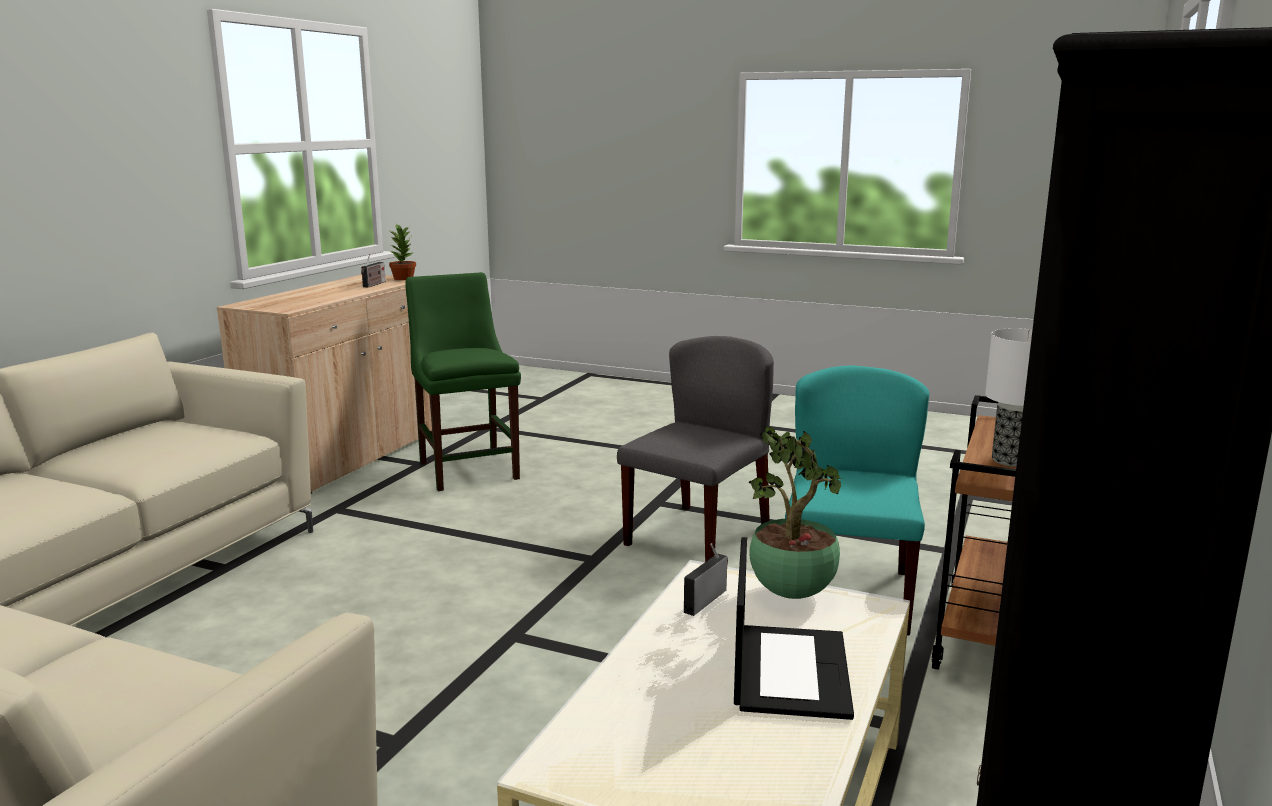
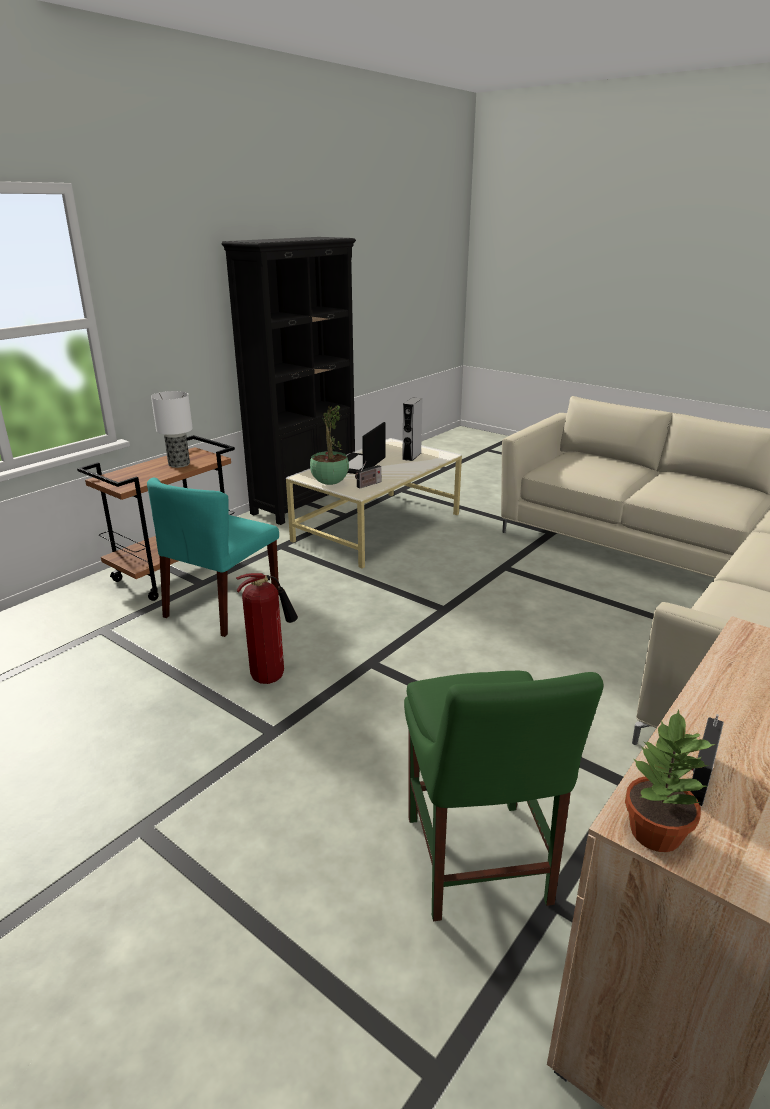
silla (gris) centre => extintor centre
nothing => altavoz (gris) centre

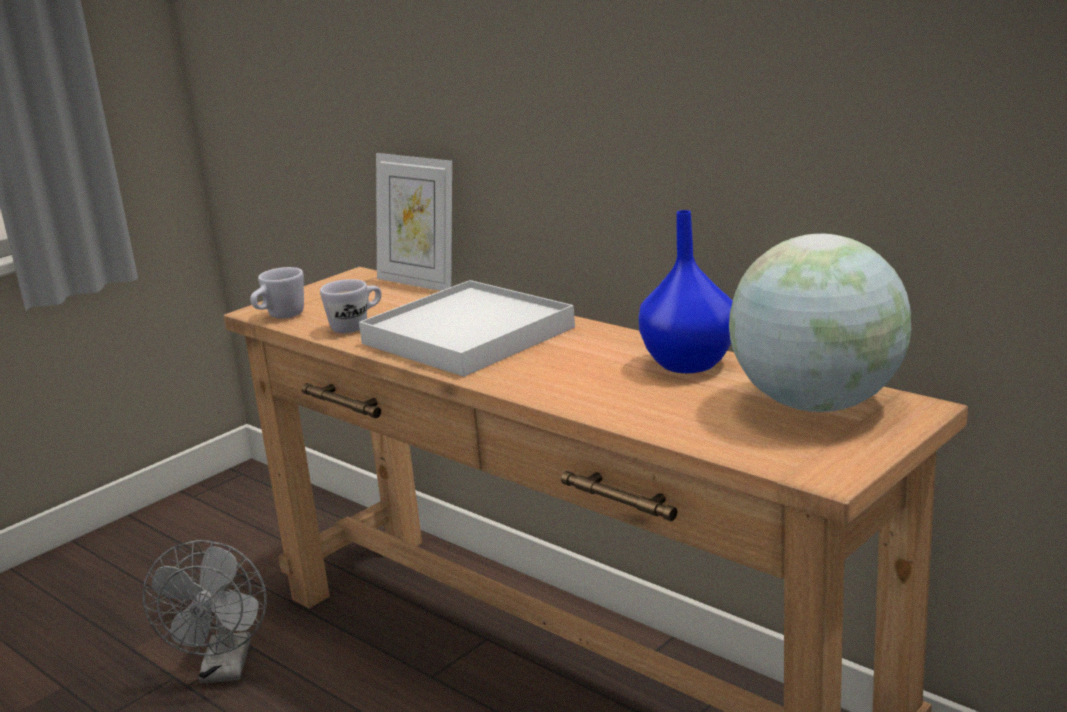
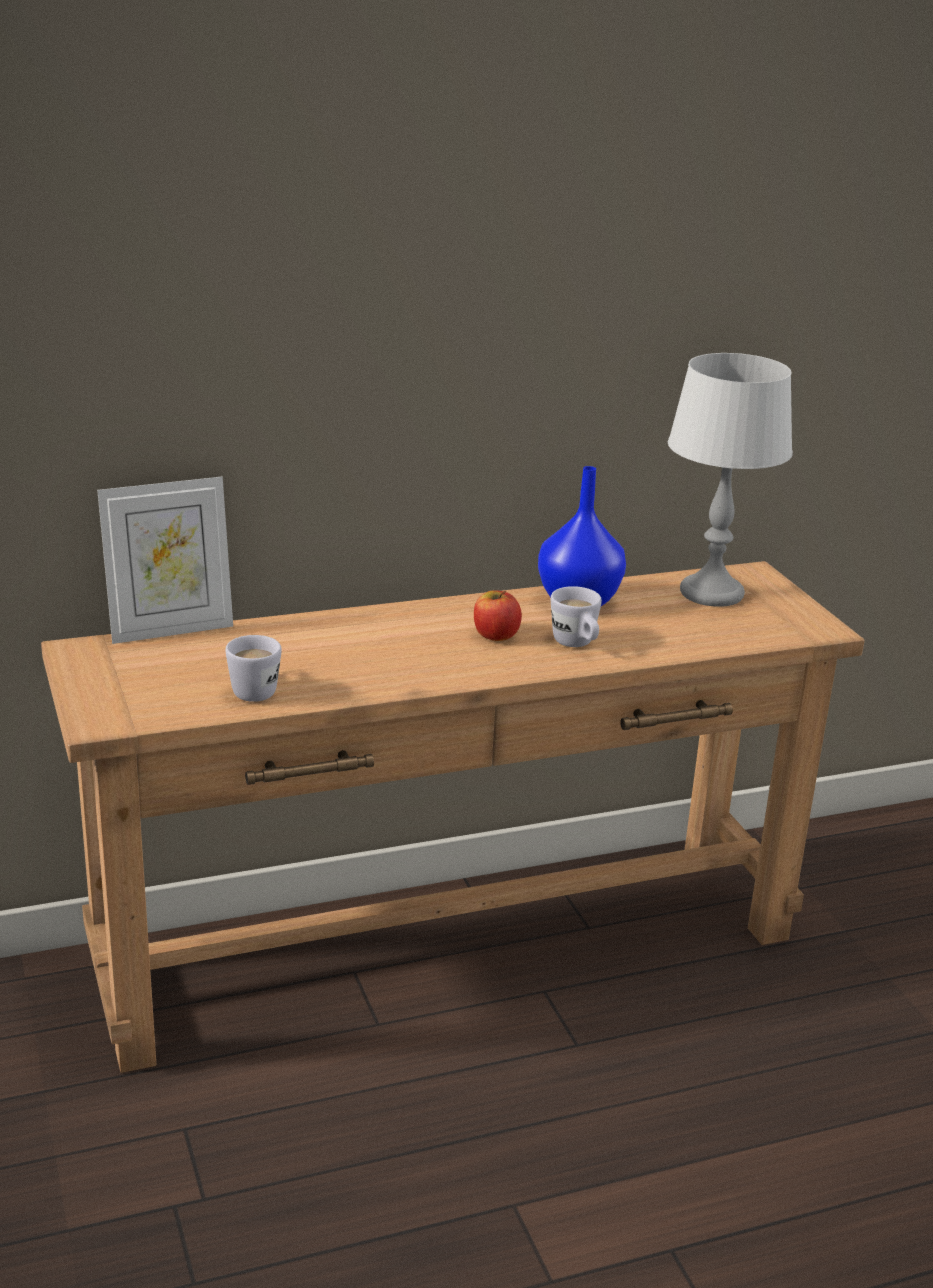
nothing => manzana centre
taza grande (blanco) (no. 1 from left in the first image) middle left => taza grande (blanco) (no. 2 from left) centre, shifted
globo terráqueo middle right => lámpara de mesa (gris) middle right
ventilador (gris) bottom left => nothing
bandeja (blanco) centre => nothing

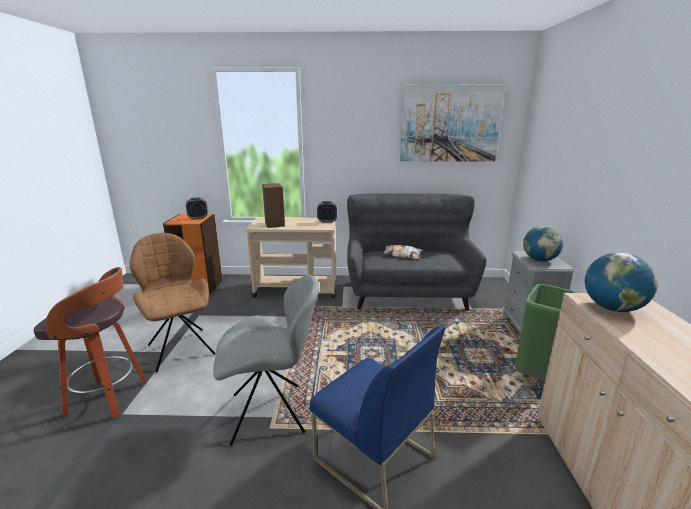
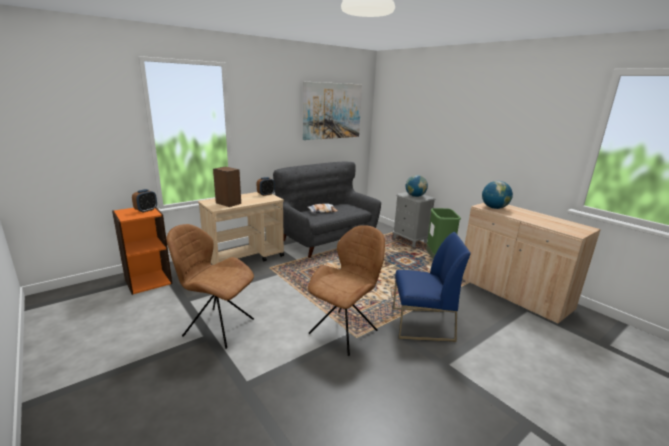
silla (gris) bottom centre => silla (marrón) (no. 2 from left) centre
taburete bottom left => nothing

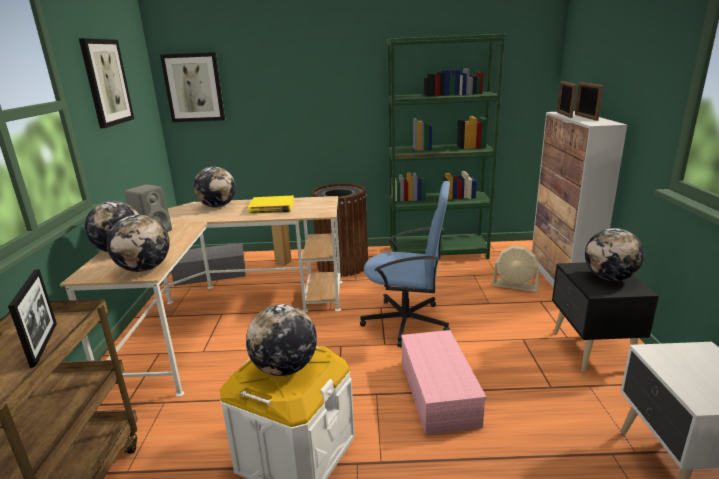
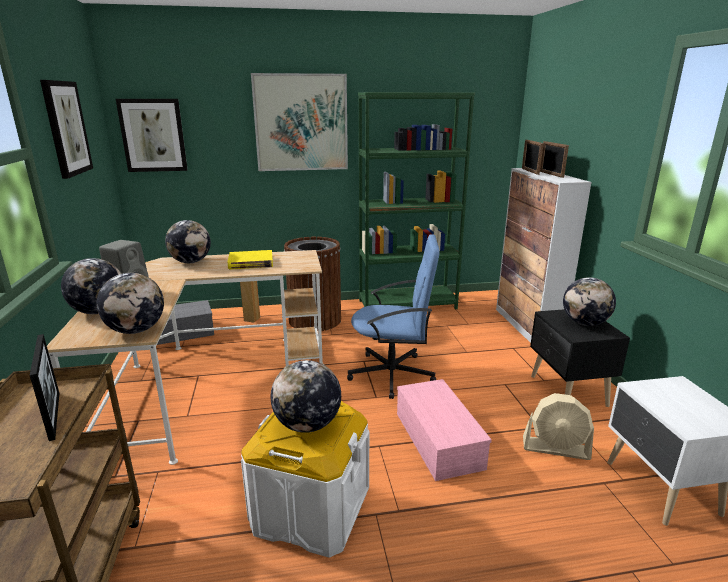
nothing => cuadro (no. 3 from left) top centre
ventilador (beis) middle right => ventilador (beis) bottom right, shifted

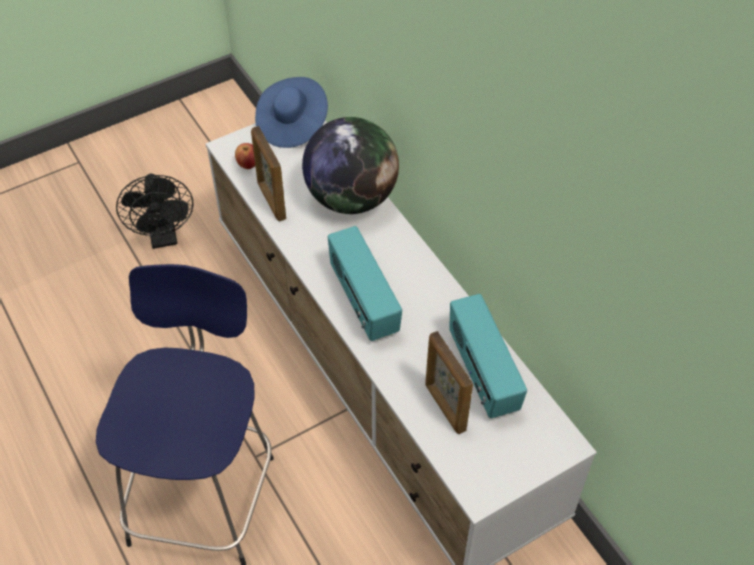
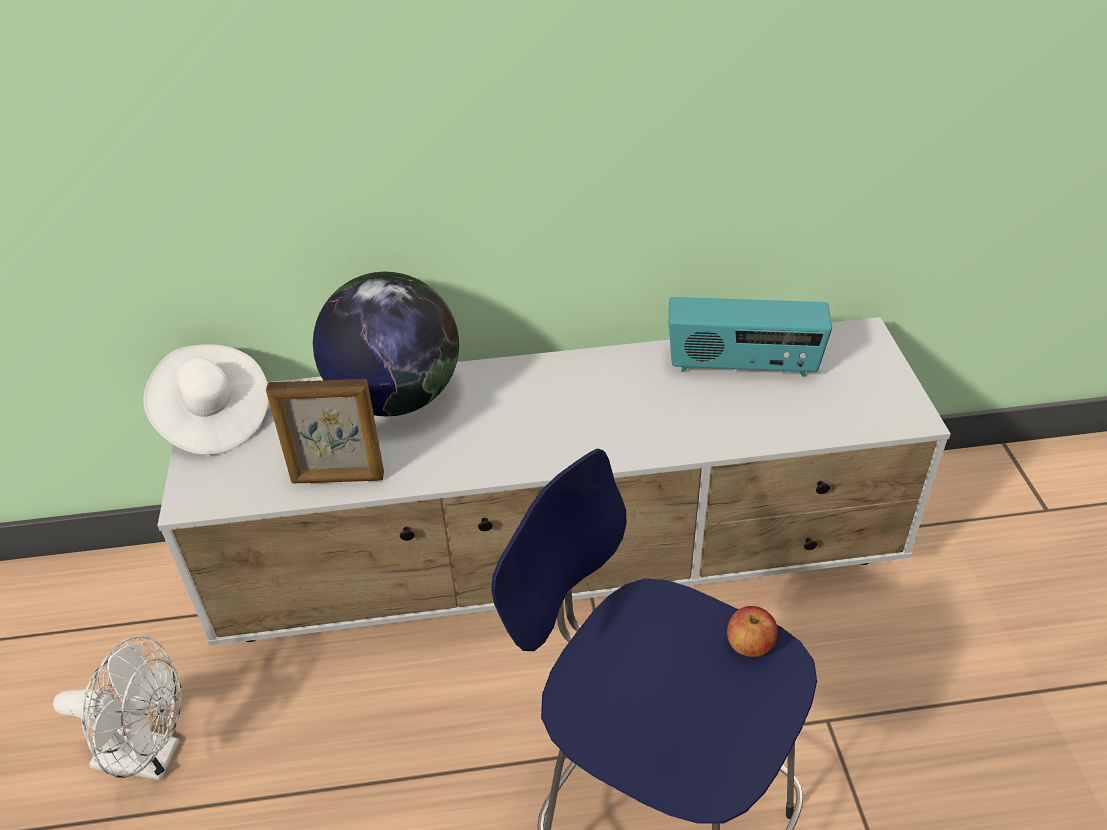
ventilador (negro) middle left => ventilador (blanco) bottom left
sombrero (azul) top centre => sombrero (blanco) middle left
manzana top left => manzana bottom right, shifted
radio (no. 1 from left) centre => nothing
portarretratos (no. 2 from left) bottom centre => nothing

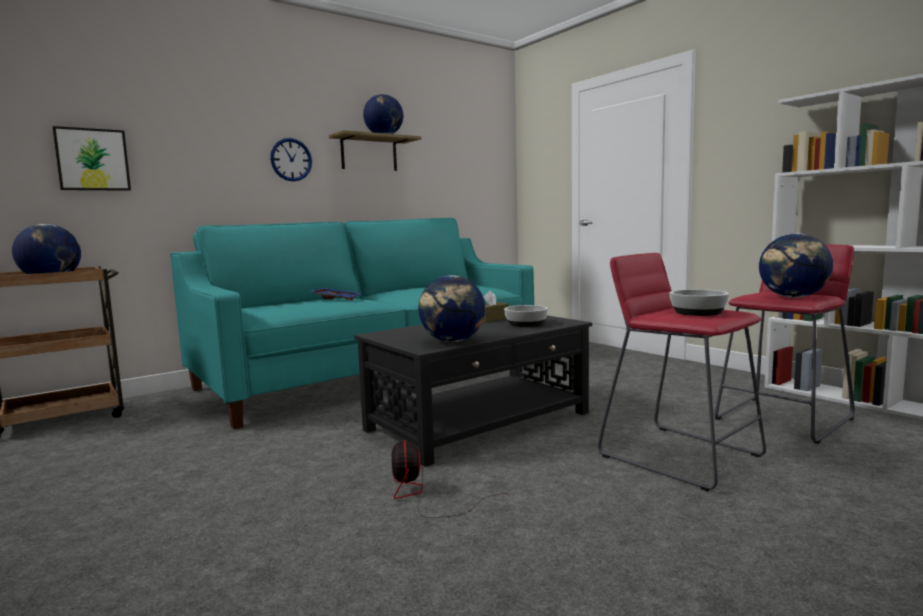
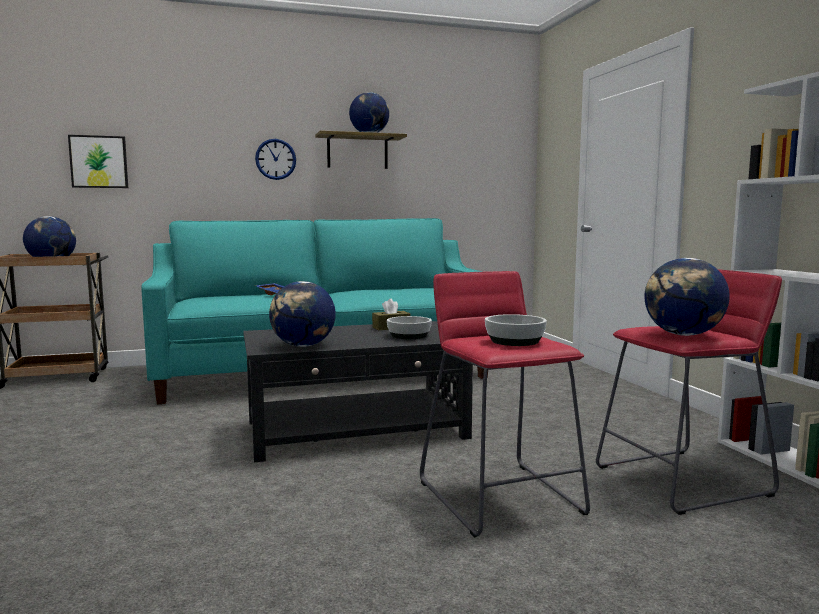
ventilador bottom centre => nothing

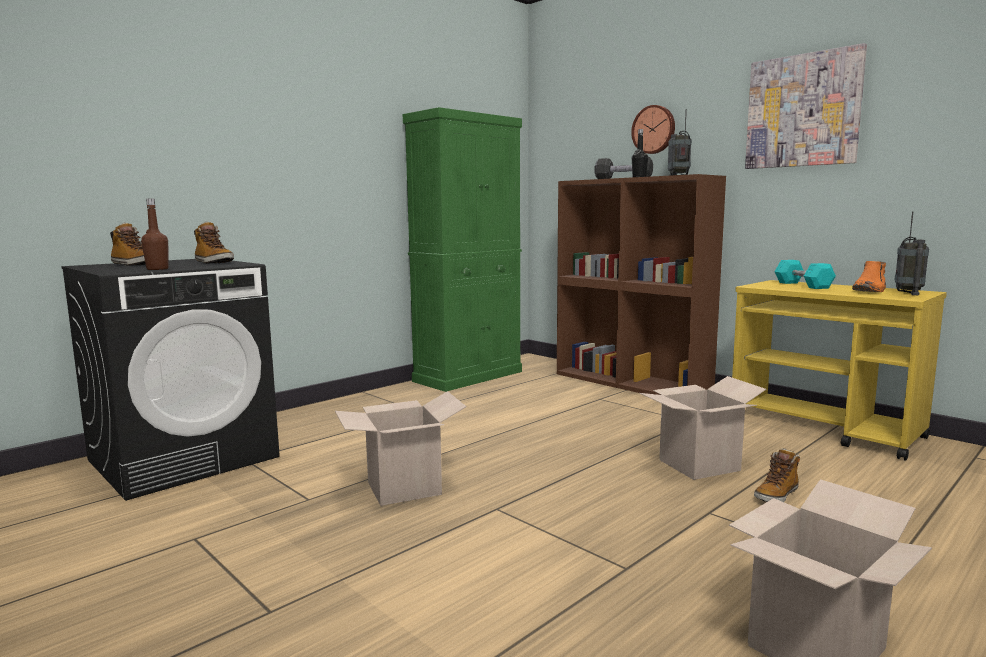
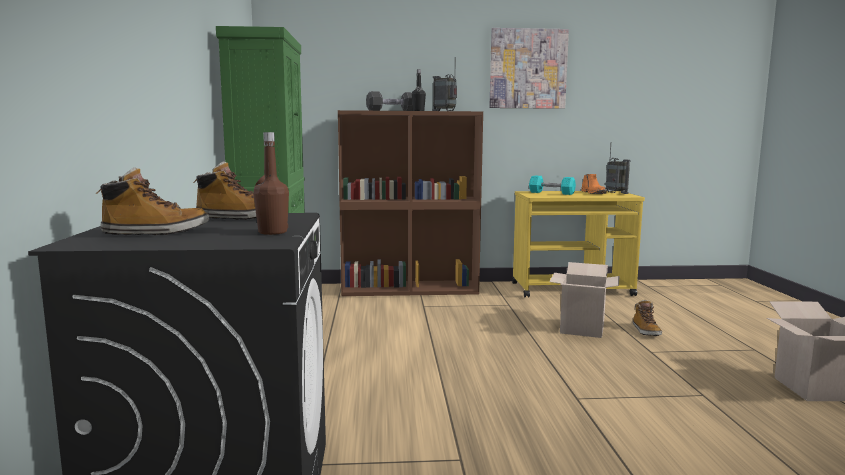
caja de cartón (no. 1 from left) bottom centre => nothing
reloj de pared top centre => nothing

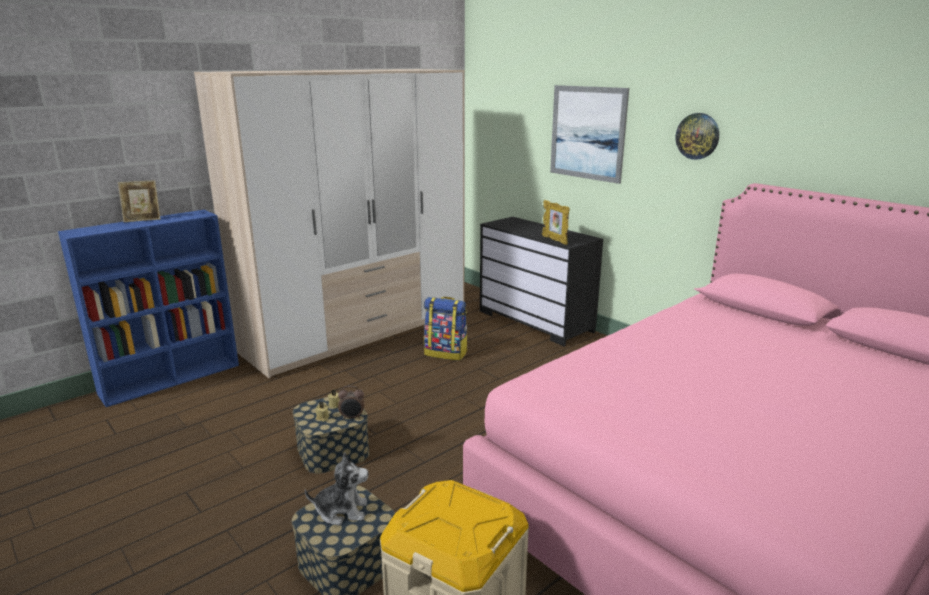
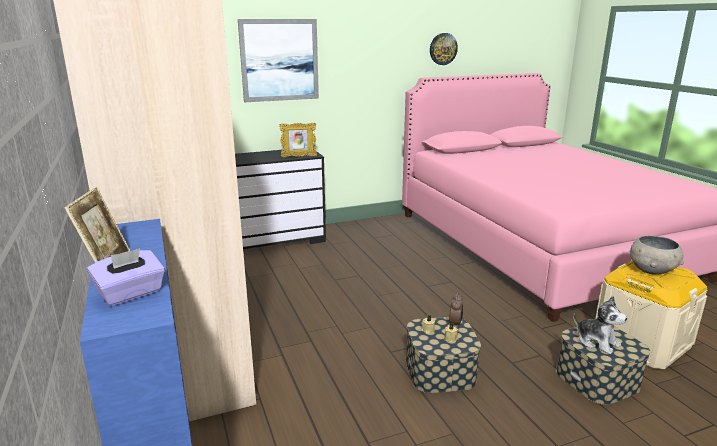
nothing => caja de pañuelos (morado) middle left
reloj de pared top right => reloj de pared top centre, shifted
peluche bottom centre => peluche bottom right, 120 degrees clockwise
nothing => cuenco (gris) middle right
mochila centre => nothing

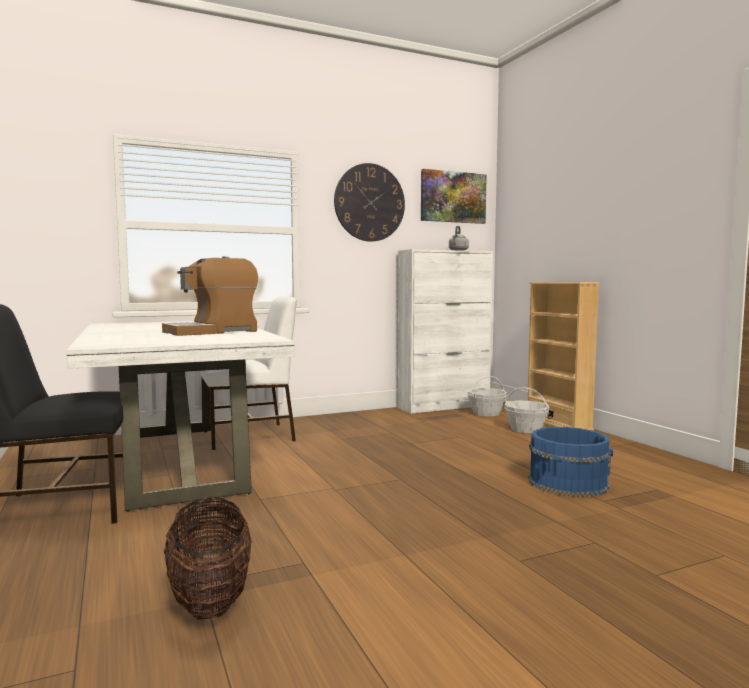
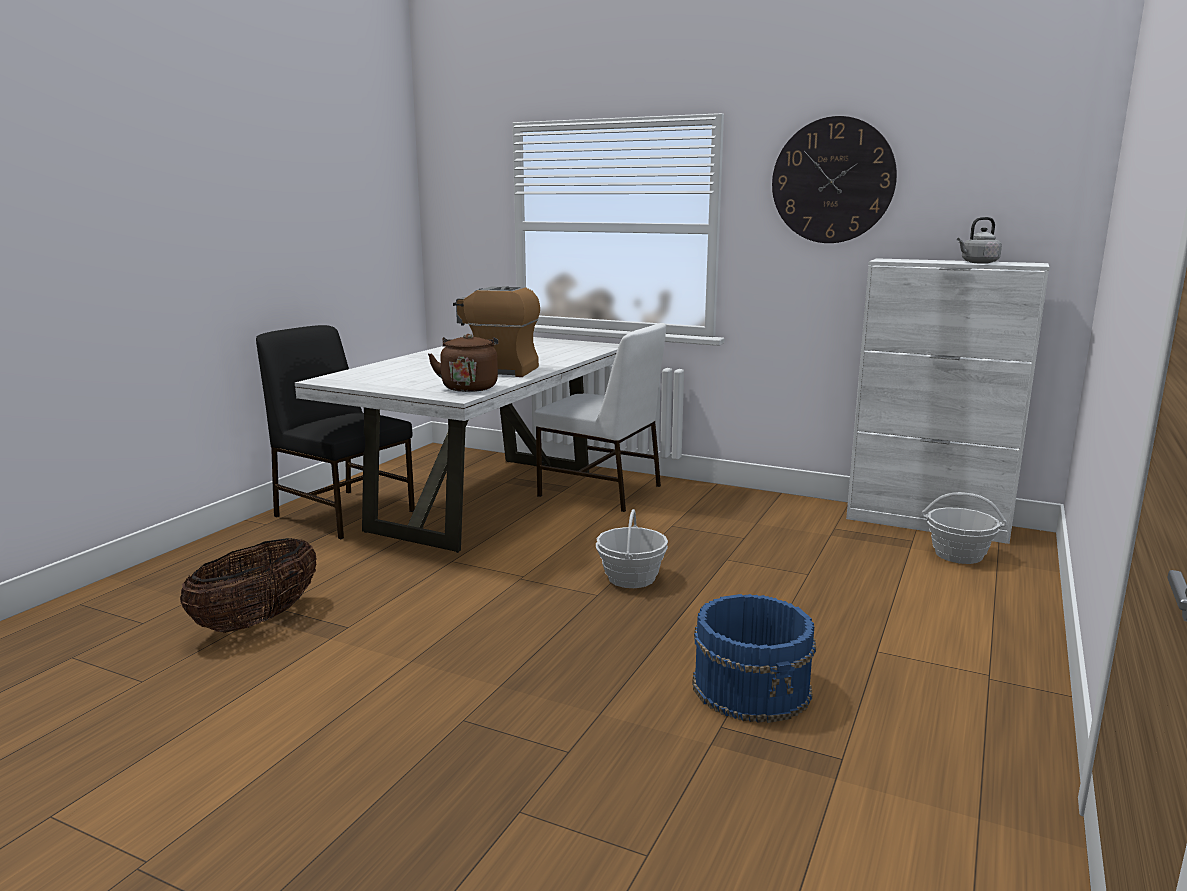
nothing => hervidor (marrón) centre
cesta (no. 3 from left in the first image) middle right => cesta (no. 2 from left) centre, shifted
cuadro top centre => nothing
estantería (beis) middle right => nothing

